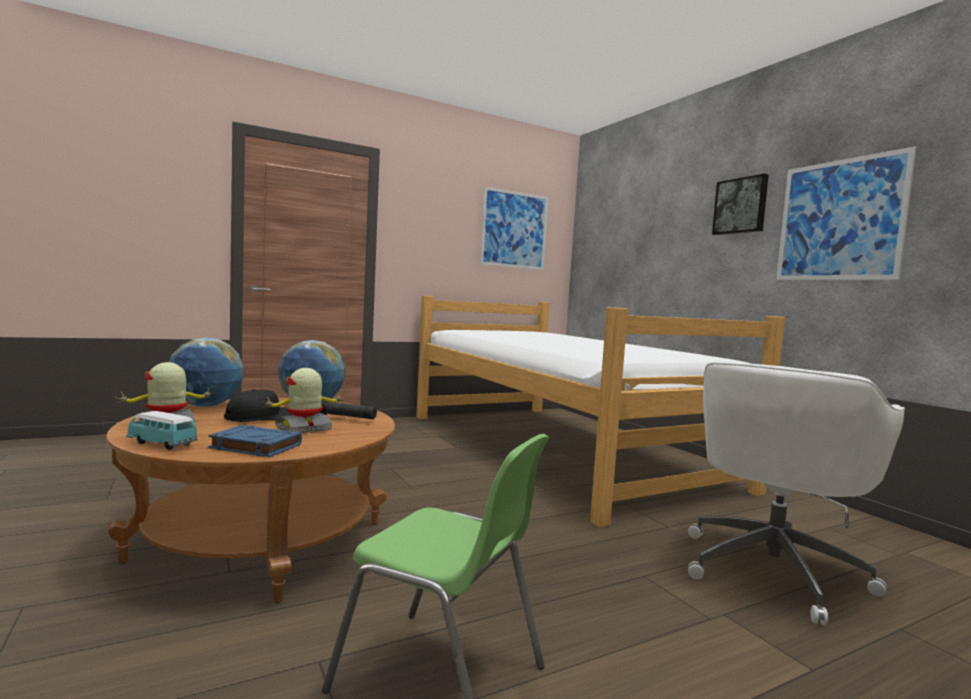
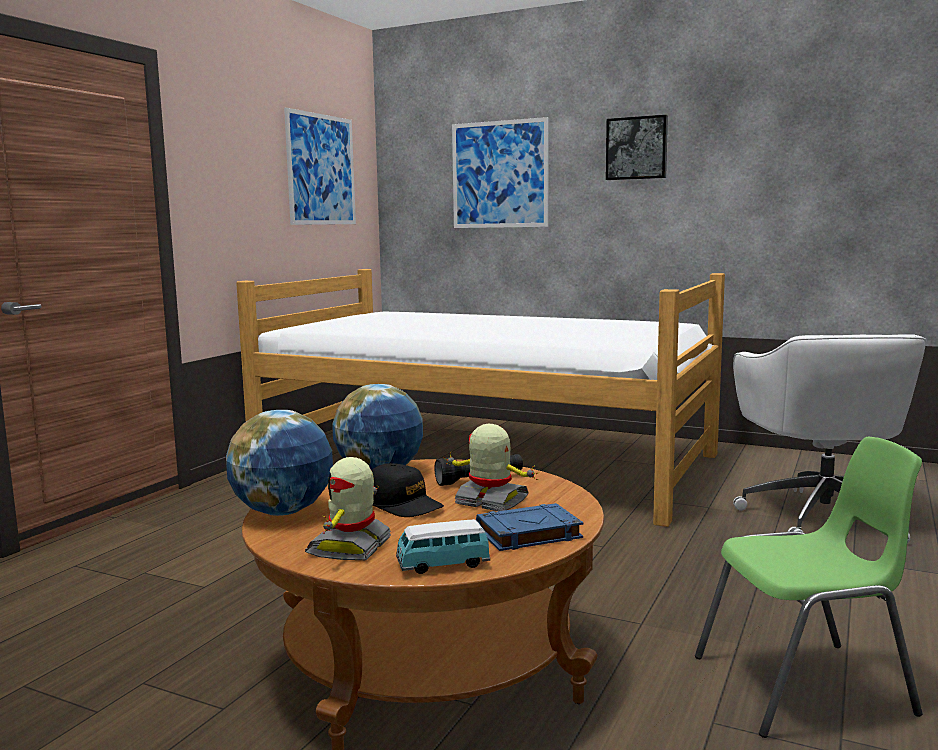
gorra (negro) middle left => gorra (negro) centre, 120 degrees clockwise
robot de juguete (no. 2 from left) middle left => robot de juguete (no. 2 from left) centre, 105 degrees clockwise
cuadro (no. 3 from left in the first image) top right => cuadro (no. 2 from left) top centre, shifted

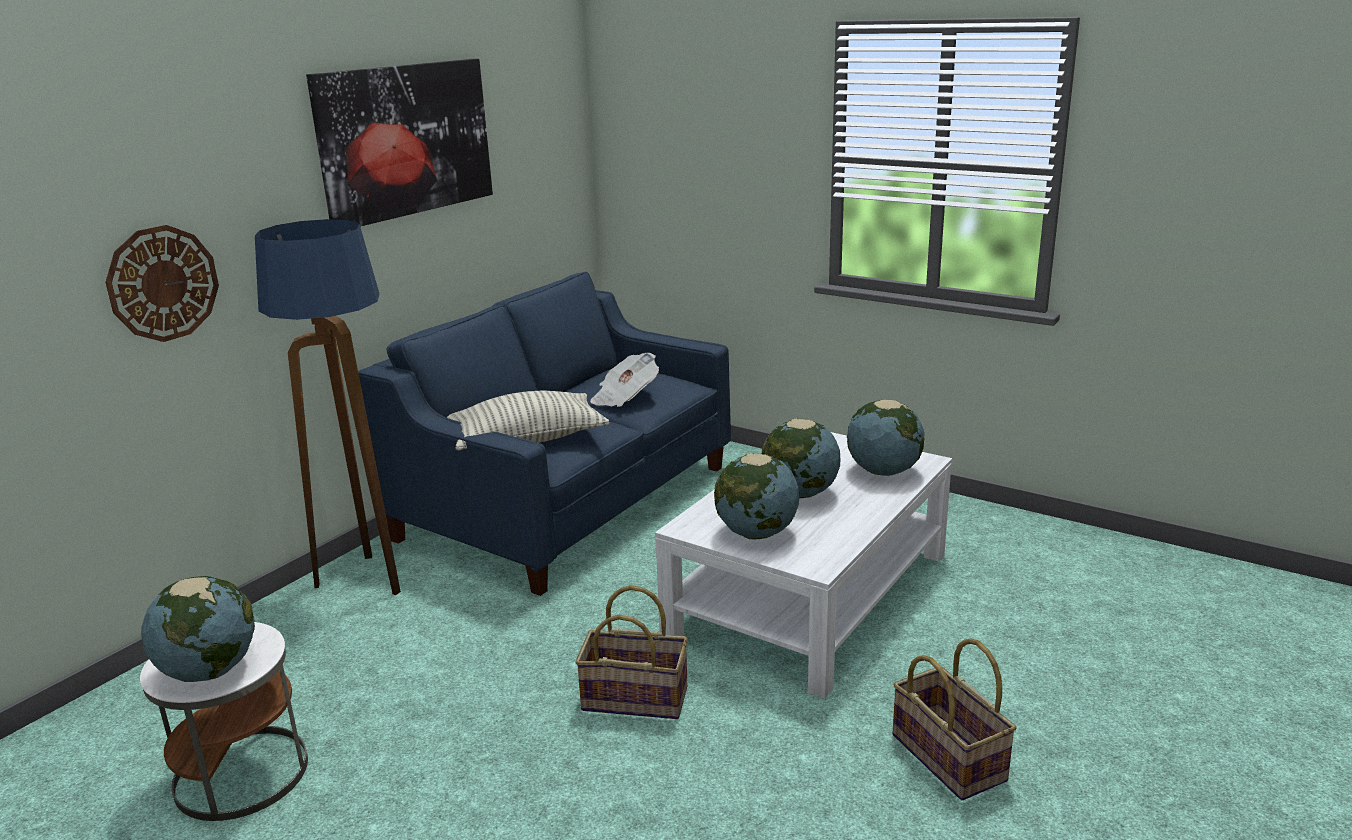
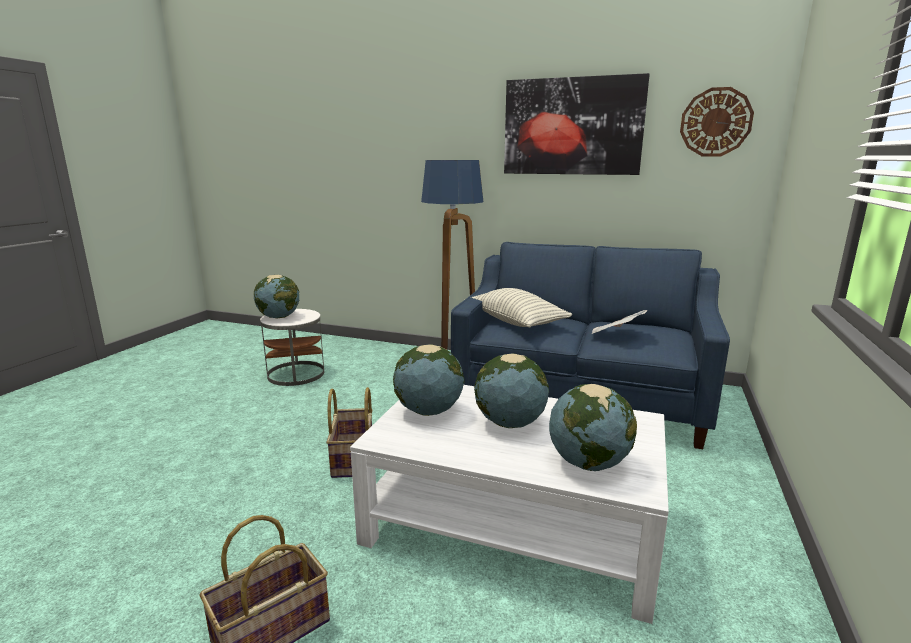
reloj de pared middle left => reloj de pared top right, shifted

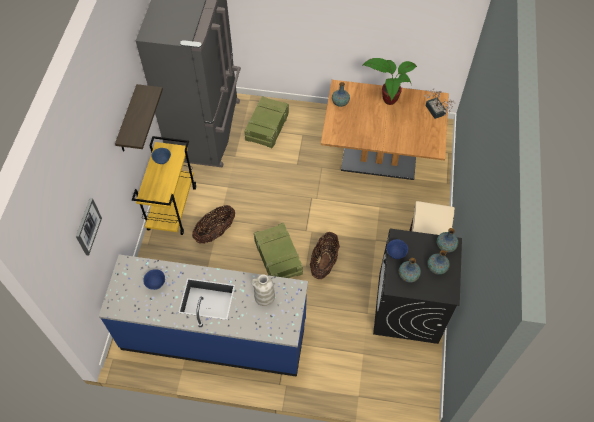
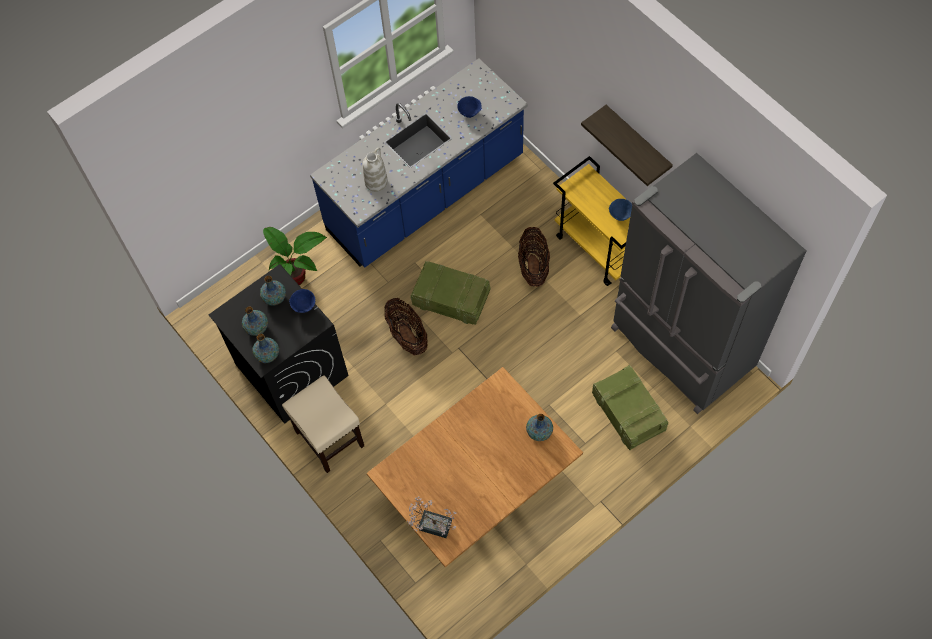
planta en maceta (no. 1 from left) top centre => planta en maceta (no. 1 from left) middle left, shifted
cuadro middle left => nothing

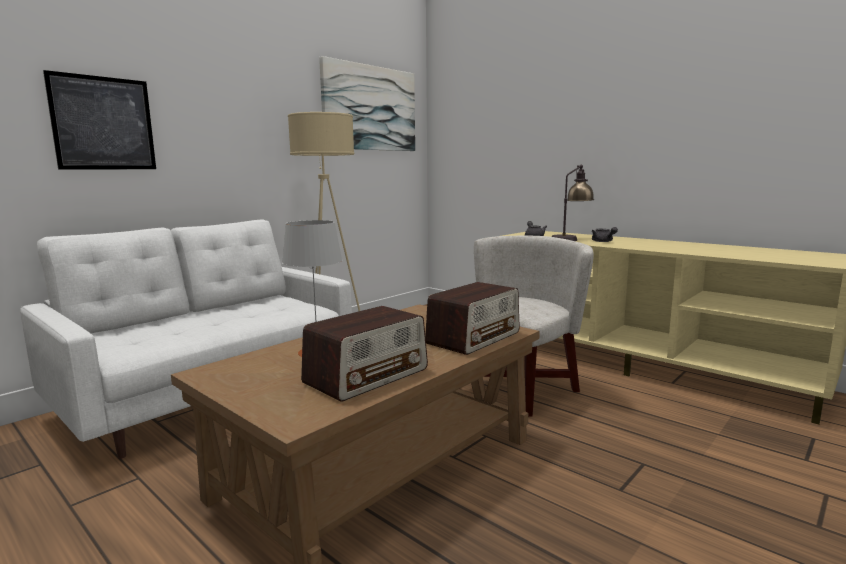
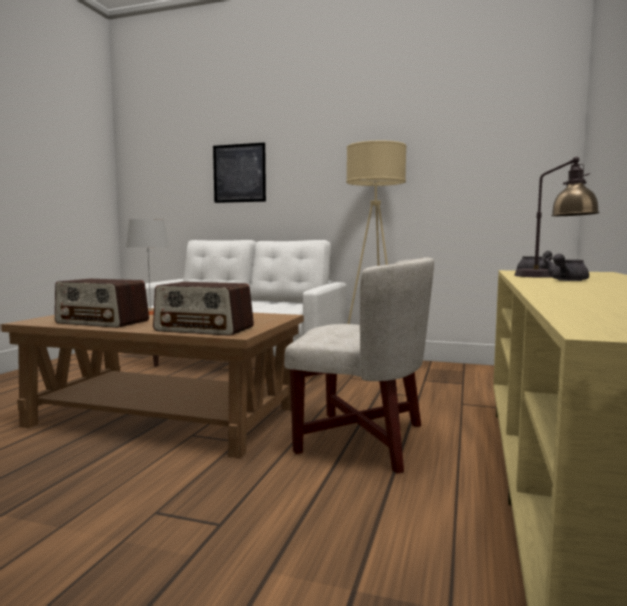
cuadro (no. 2 from left) top centre => nothing

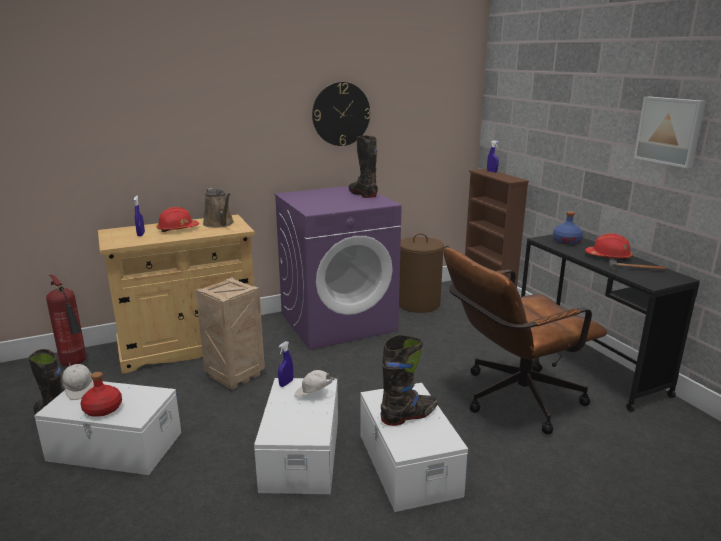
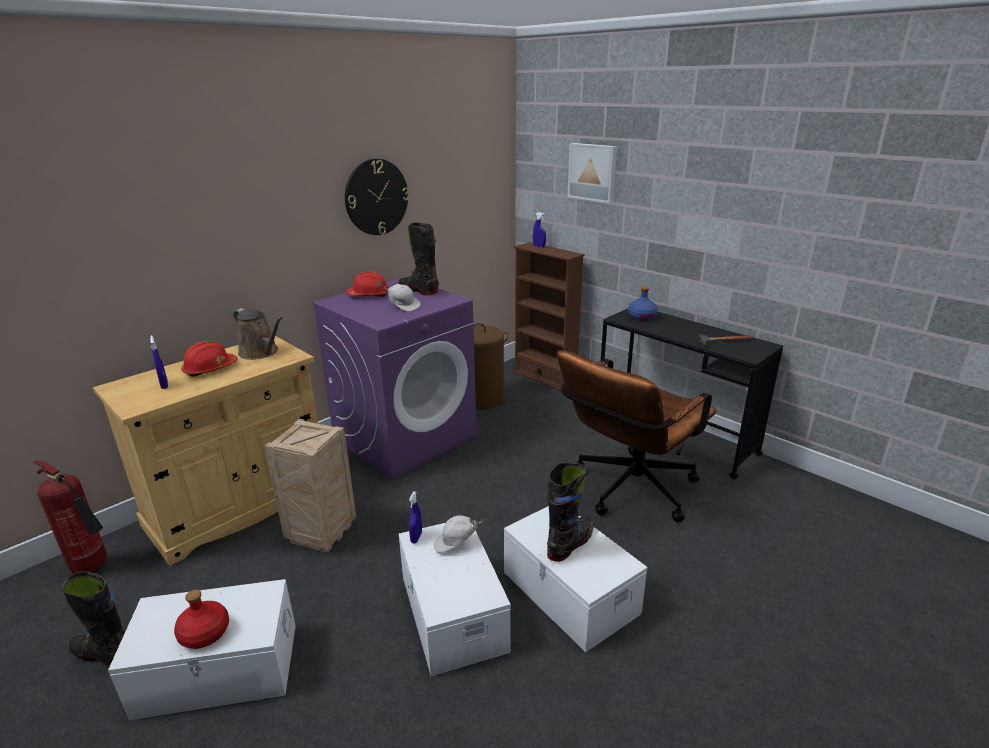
casco (rojo) (no. 2 from left) middle right => casco (rojo) (no. 2 from left) centre, shifted
gorra (blanco) (no. 1 from left) bottom left => gorra (blanco) (no. 1 from left) centre, shifted
cuadro top right => cuadro top centre, shifted

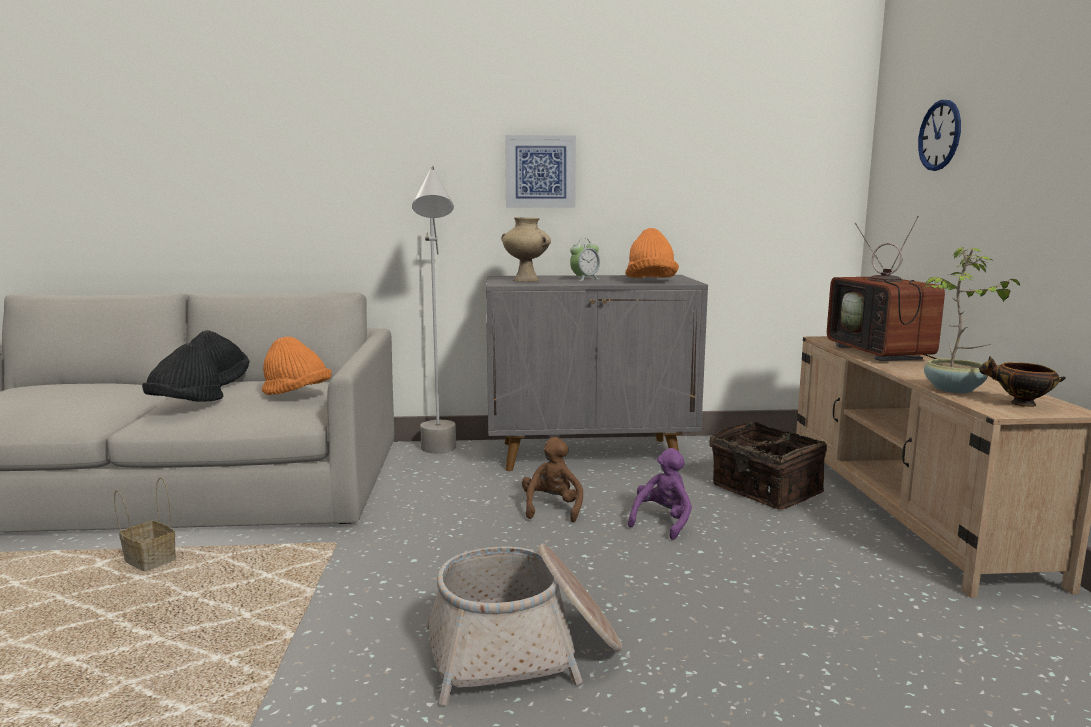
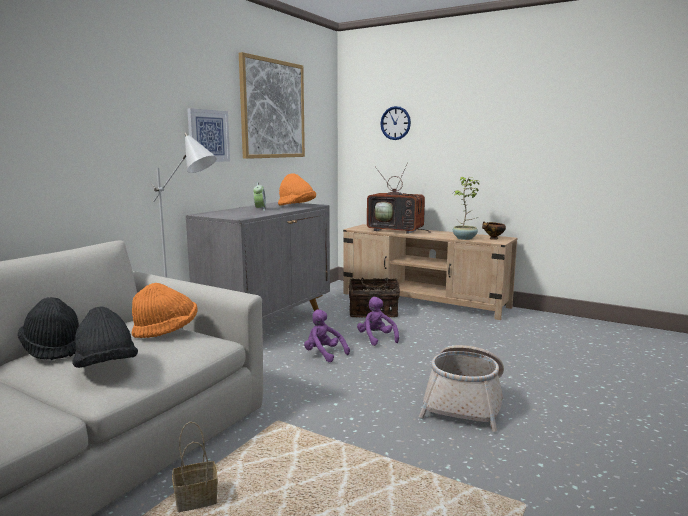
nothing => cuadro (no. 2 from left) top centre
peluche (marrón) centre => peluche (morado) (no. 1 from left) centre
florero (beis) centre => nothing

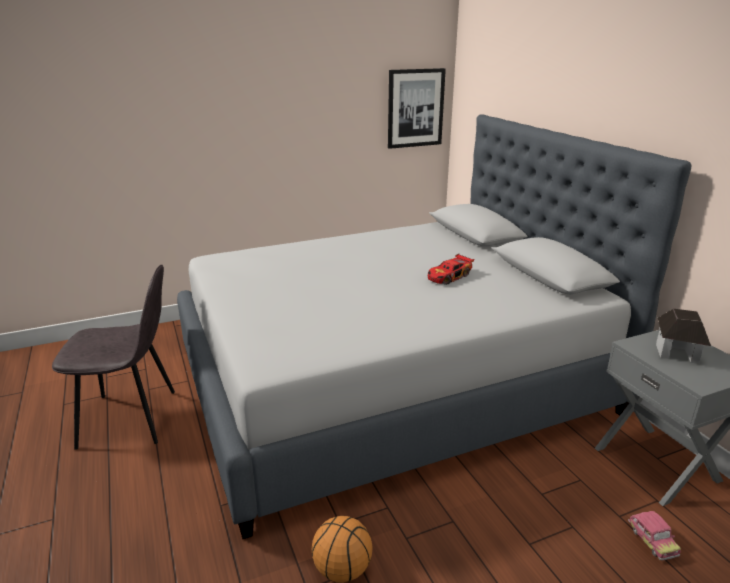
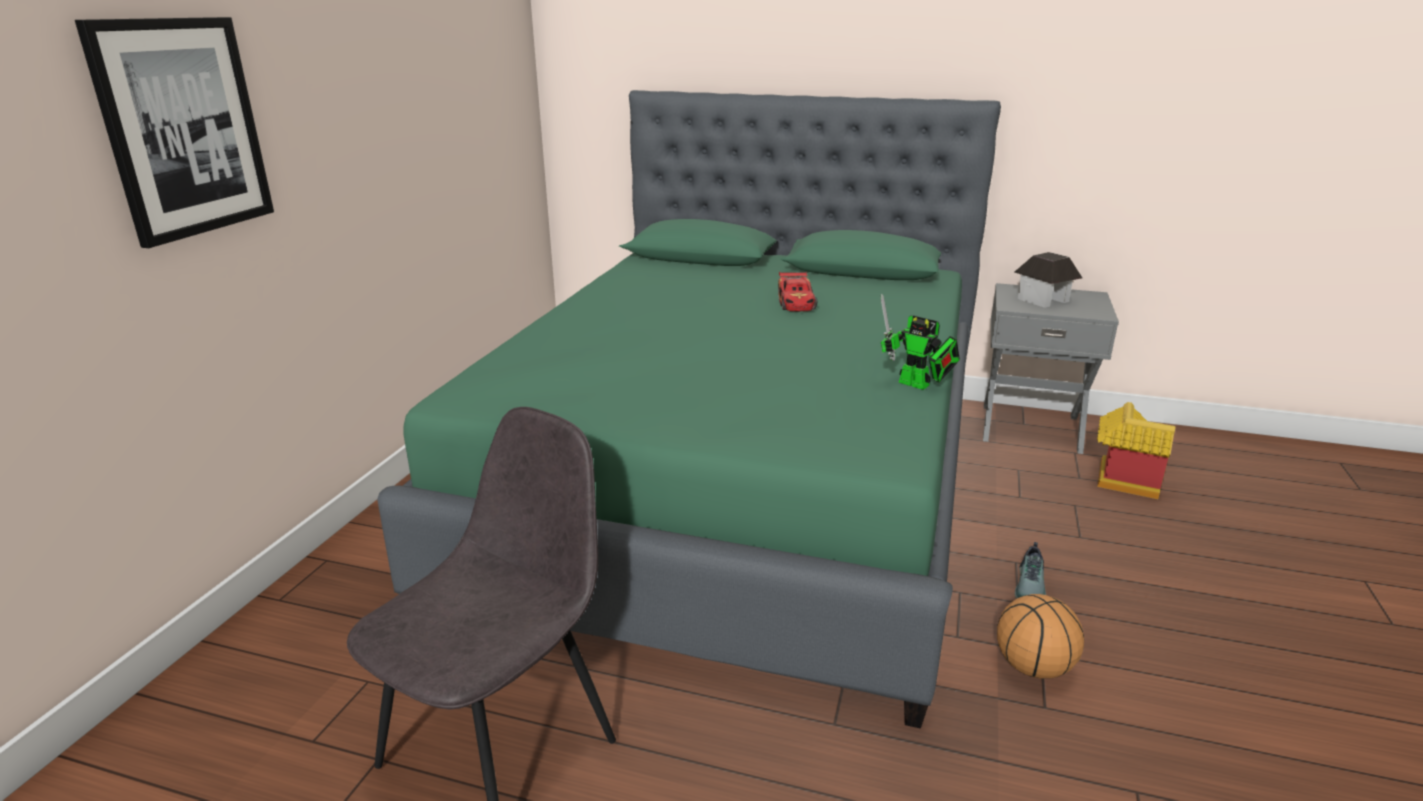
cuadro top centre => cuadro top left, shifted
cama (gris) centre => cama (verde) centre
nothing => robot de juguete centre
nothing => zapato bottom right
coche de juguete (no. 2 from left) bottom right => casita (no. 2 from left) middle right

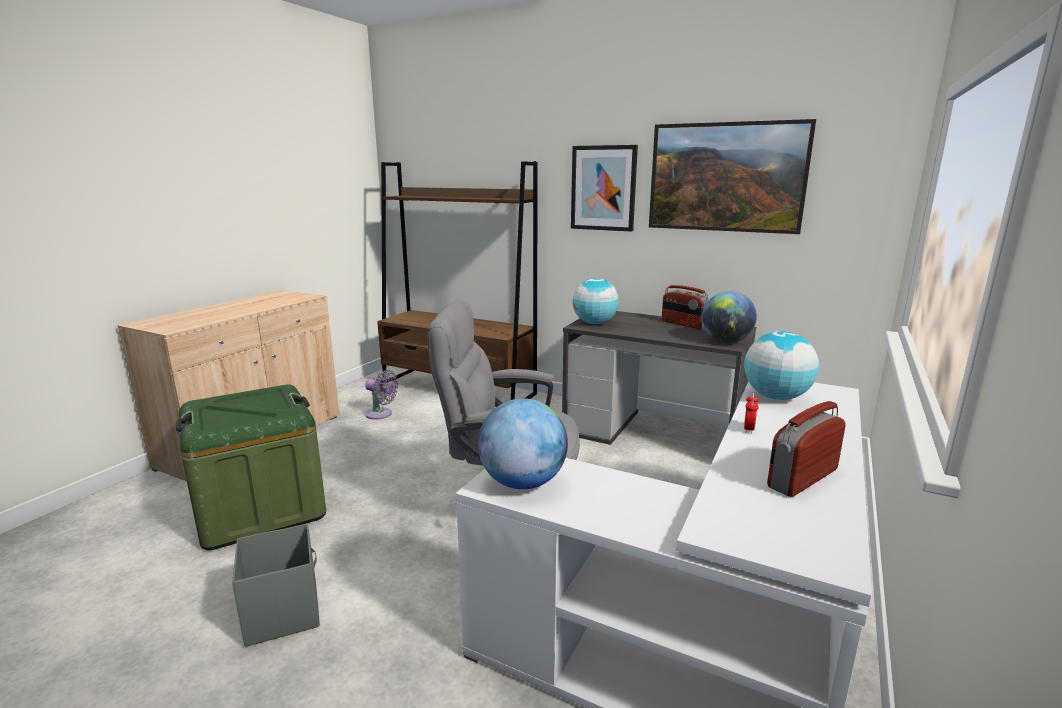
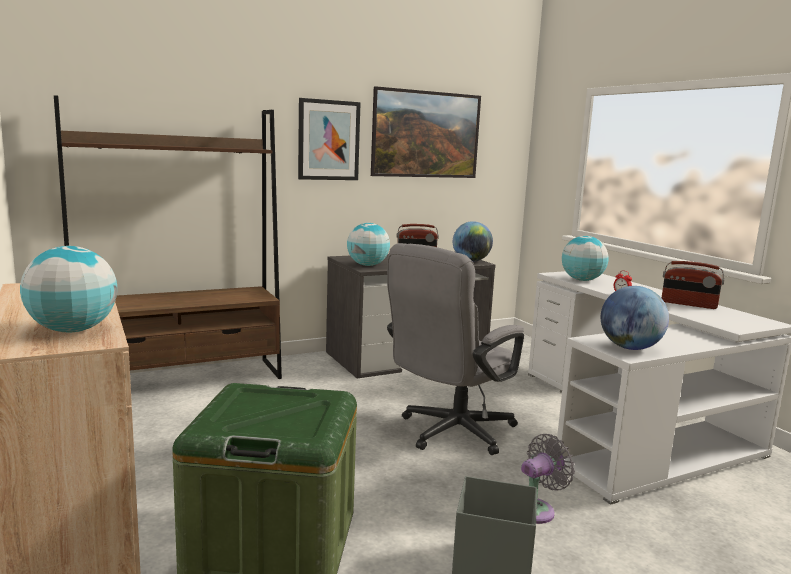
nothing => globo terráqueo (no. 1 from left) middle left
ventilador (gris) centre => ventilador (gris) bottom right, shifted
radio (no. 2 from left) middle right, 60 degrees counterclockwise

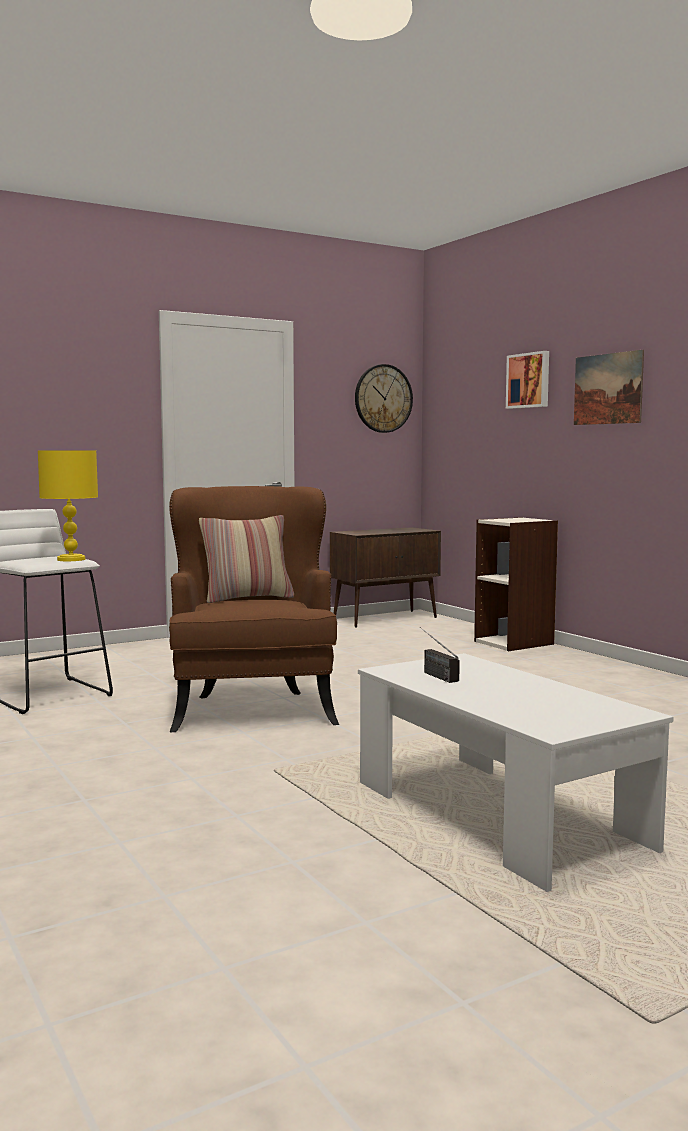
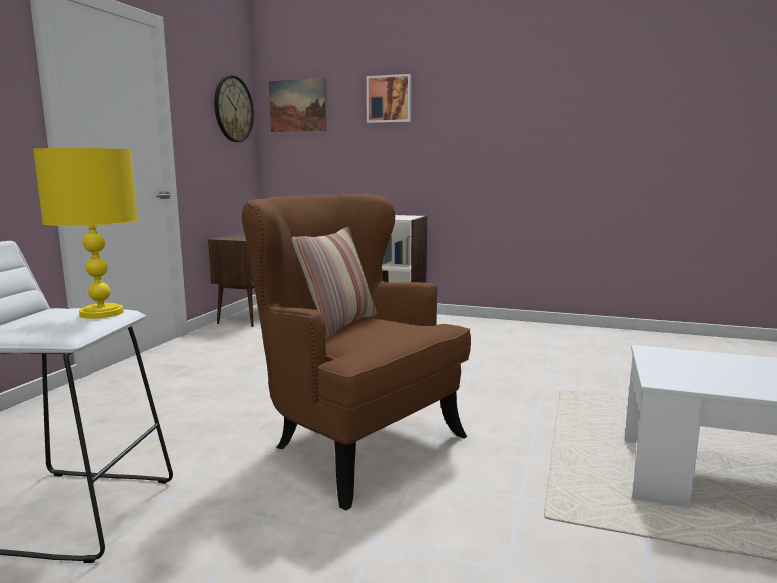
cuadro (no. 2 from left in the first image) middle right => cuadro (no. 1 from left) top centre, shifted
radio centre => nothing

